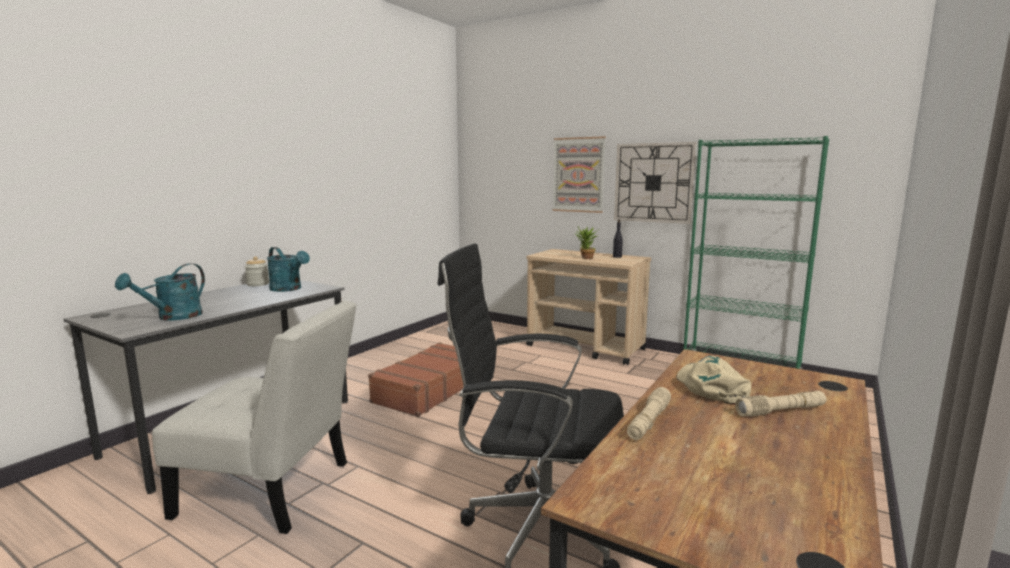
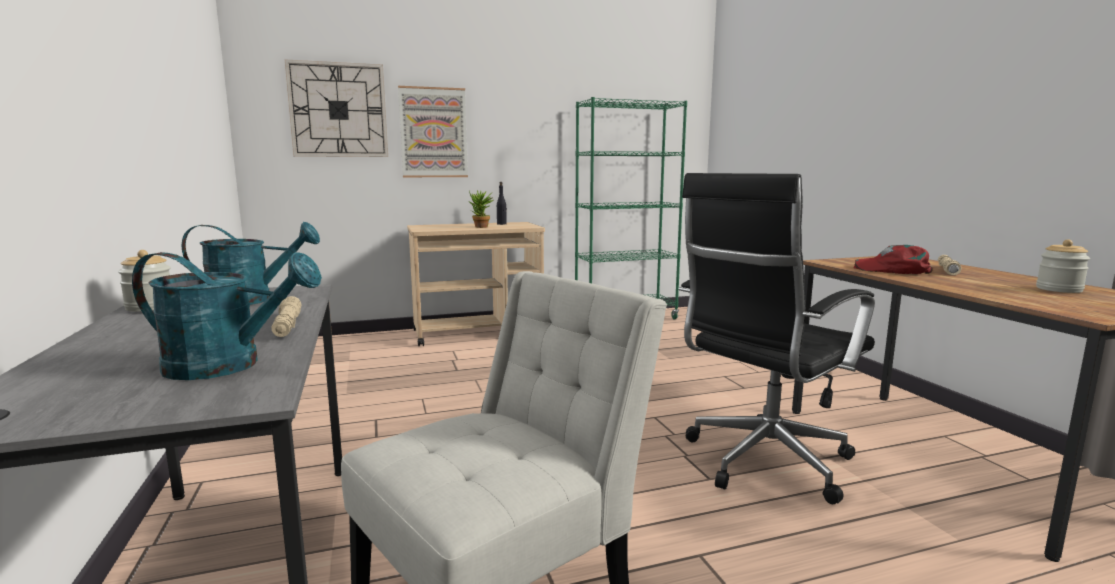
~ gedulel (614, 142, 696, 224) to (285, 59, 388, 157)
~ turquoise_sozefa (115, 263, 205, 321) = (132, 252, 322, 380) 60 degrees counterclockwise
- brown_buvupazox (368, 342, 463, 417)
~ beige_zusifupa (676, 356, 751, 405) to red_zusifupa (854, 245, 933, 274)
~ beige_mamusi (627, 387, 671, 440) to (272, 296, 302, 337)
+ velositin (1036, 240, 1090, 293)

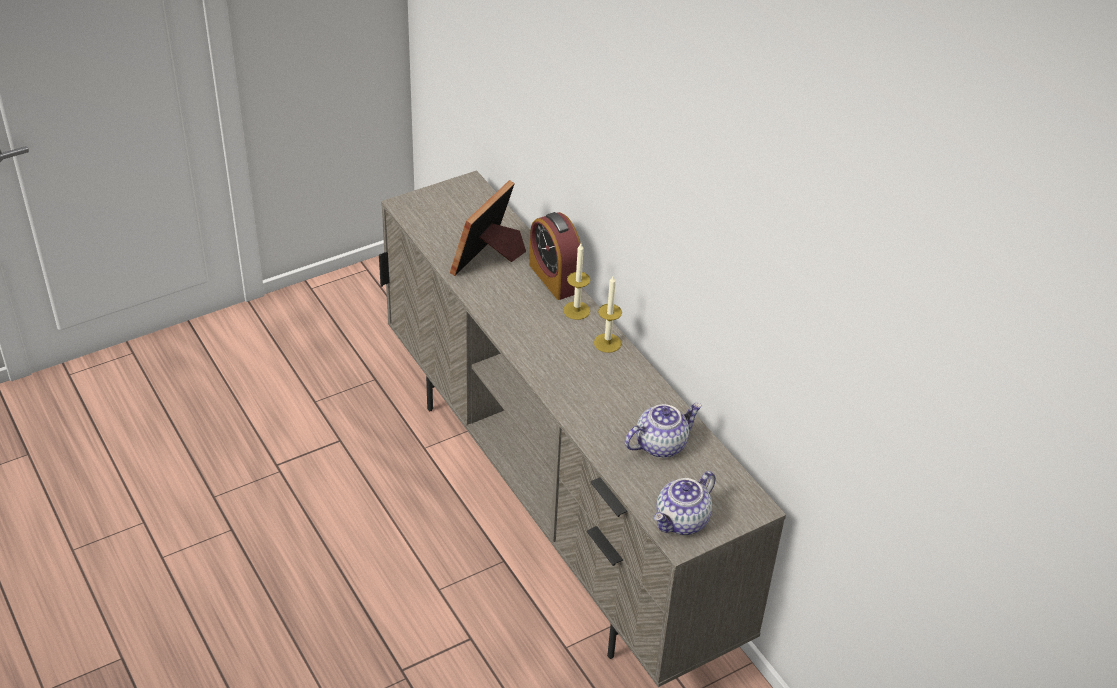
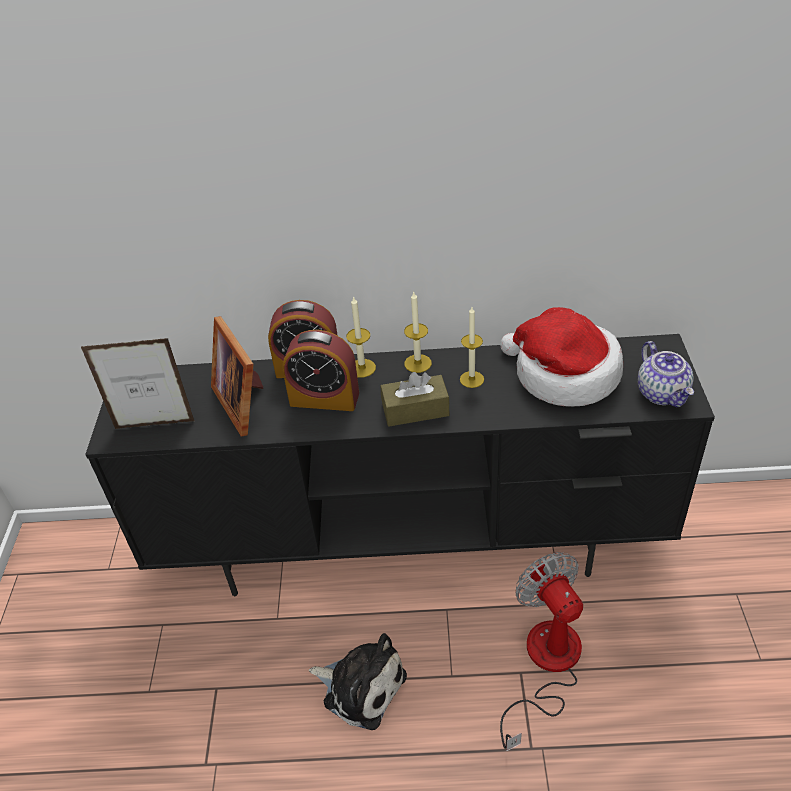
~ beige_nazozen (379, 170, 786, 687) to black_nazozen (85, 334, 715, 596)
~ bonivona (625, 403, 702, 458) to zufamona (500, 307, 623, 407)
+ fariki (460, 307, 484, 388)
+ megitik (282, 330, 359, 411)
+ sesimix (81, 338, 195, 429)
+ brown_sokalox (380, 372, 449, 427)
+ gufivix (500, 552, 583, 751)
+ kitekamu (309, 633, 407, 730)

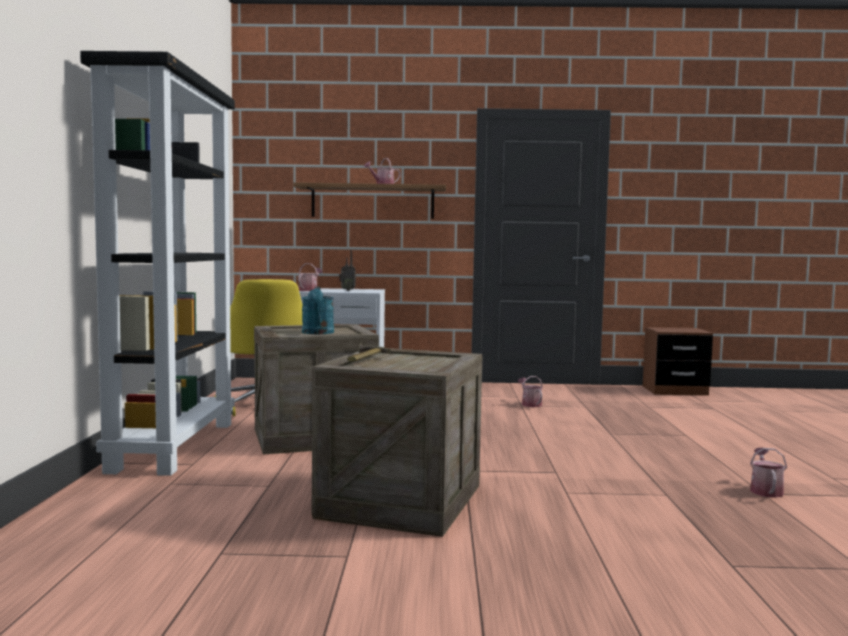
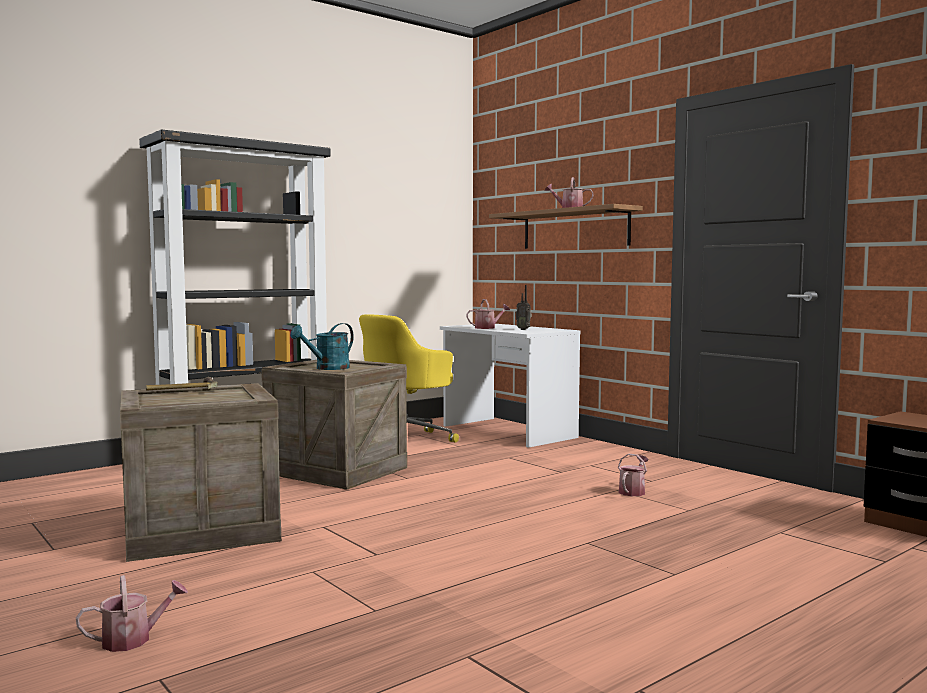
~ sozefa (750, 448, 787, 498) to (76, 575, 188, 652)

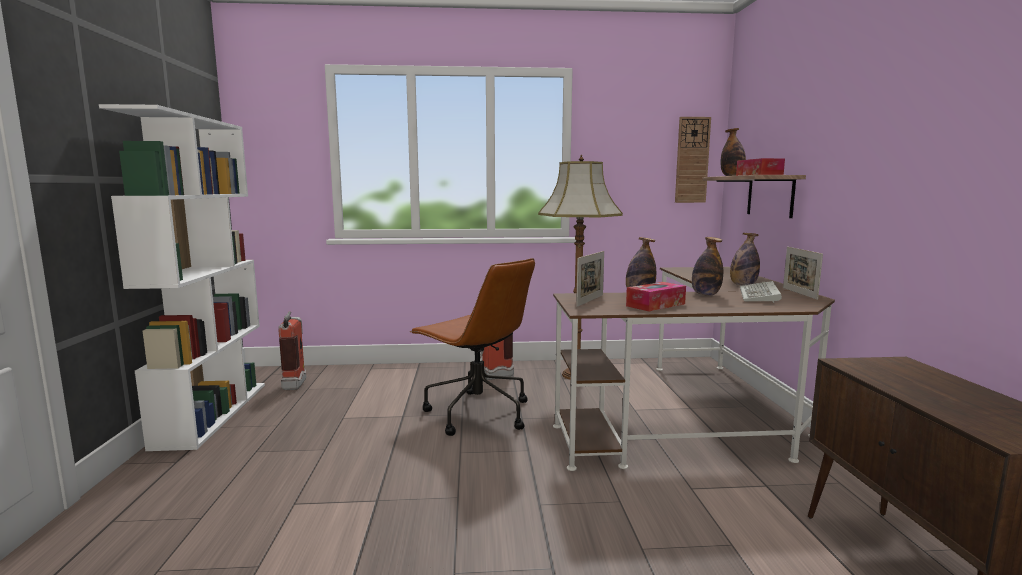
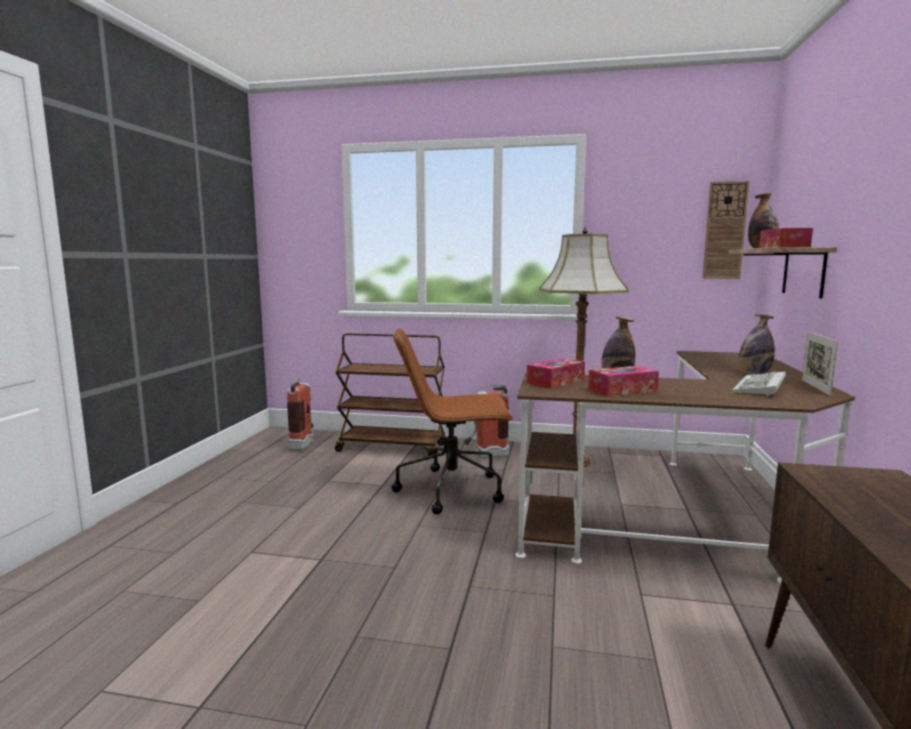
- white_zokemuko (99, 104, 265, 451)
- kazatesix (692, 237, 723, 296)
~ sesimix (576, 251, 604, 307) to sokalox (527, 358, 585, 389)
~ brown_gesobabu (410, 258, 535, 436) = (392, 328, 513, 514) 120 degrees clockwise
+ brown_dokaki (335, 333, 446, 456)

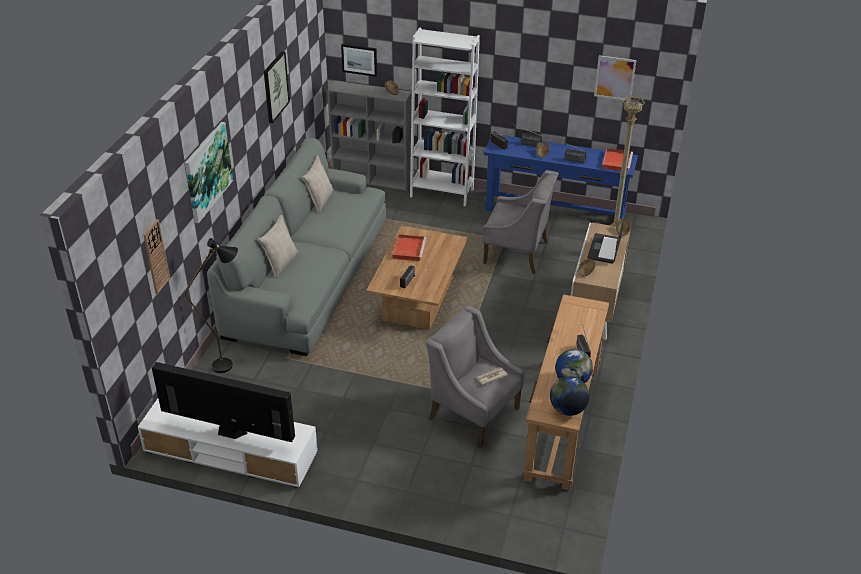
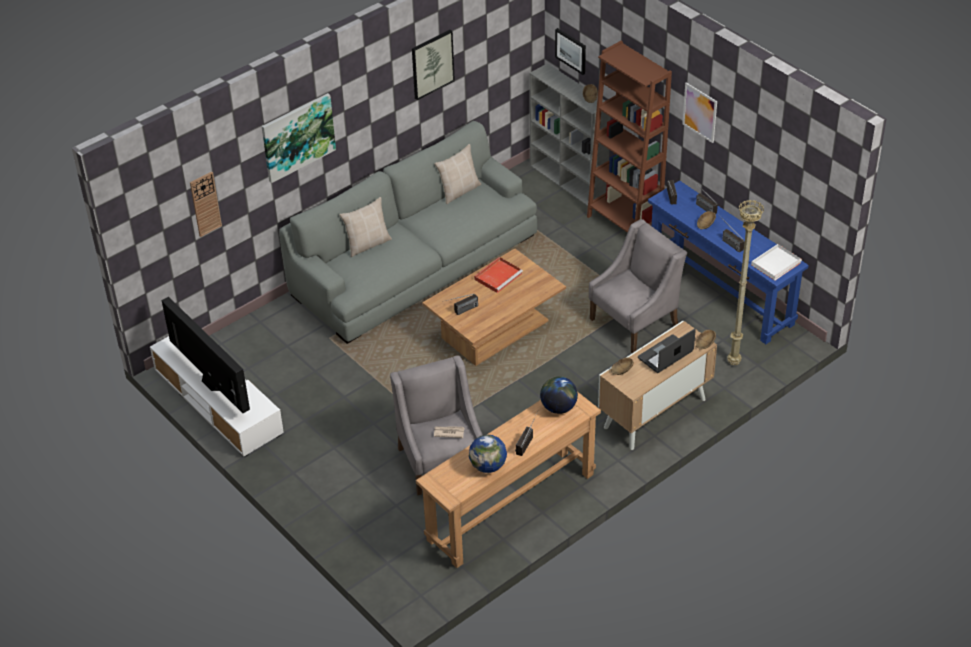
~ white_zokemuko (410, 27, 480, 206) to brown_zokemuko (587, 41, 672, 233)
~ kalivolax (594, 55, 637, 101) to (682, 83, 717, 143)
~ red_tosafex (602, 148, 633, 172) to white_tosafex (751, 244, 802, 280)
~ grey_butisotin (482, 170, 559, 274) = (589, 219, 687, 353) 90 degrees counterclockwise
- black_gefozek (185, 238, 238, 373)
~ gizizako (550, 376, 589, 416) to (540, 376, 578, 414)

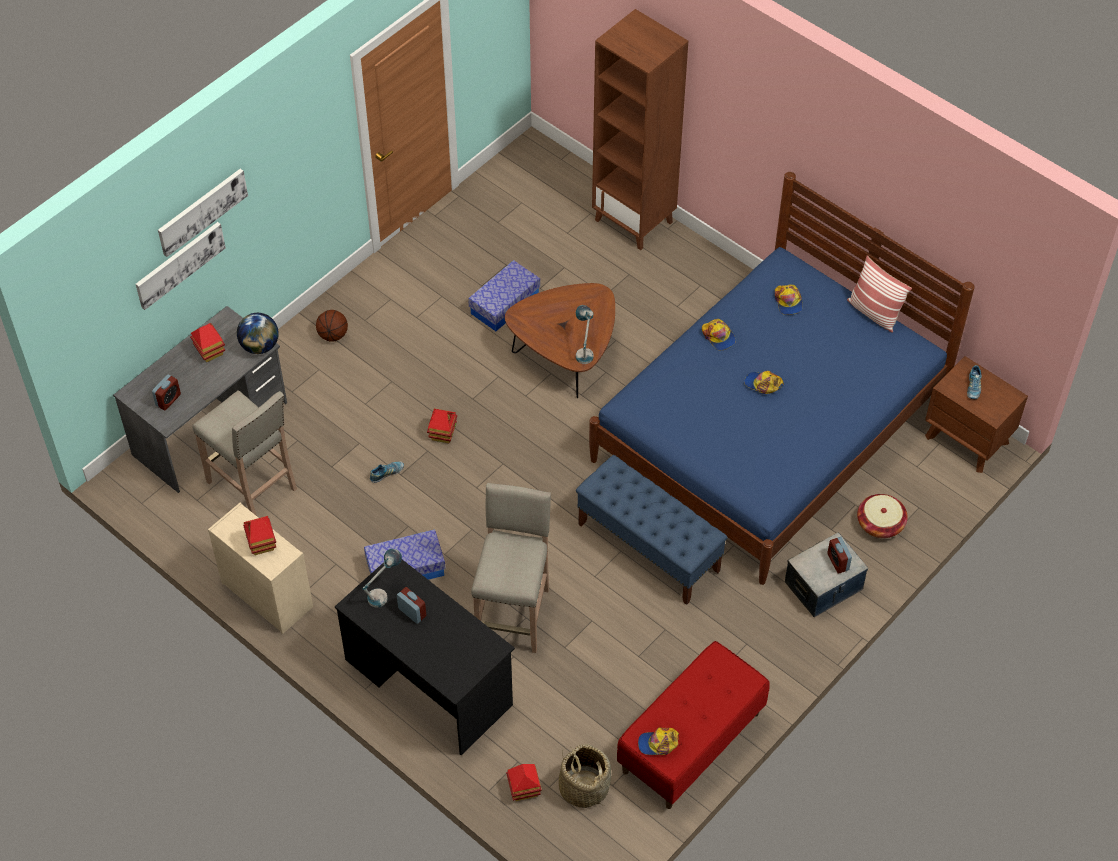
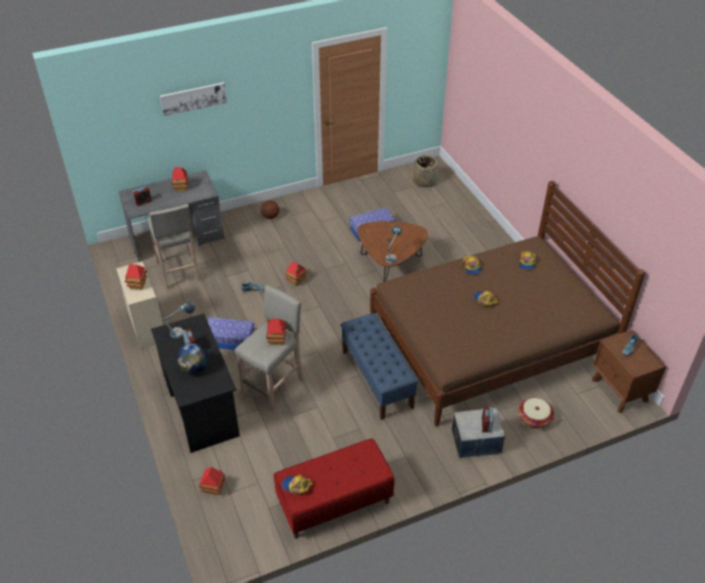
- brown_zokemuko (592, 9, 688, 250)
~ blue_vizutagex (589, 172, 975, 585) to brown_vizutagex (370, 181, 645, 426)
- kalivolax (136, 222, 226, 310)
- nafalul (847, 255, 912, 333)
~ gizizako (237, 313, 279, 354) to (177, 343, 208, 374)
~ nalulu (559, 744, 611, 808) to (413, 155, 439, 188)
+ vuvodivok (266, 319, 286, 345)

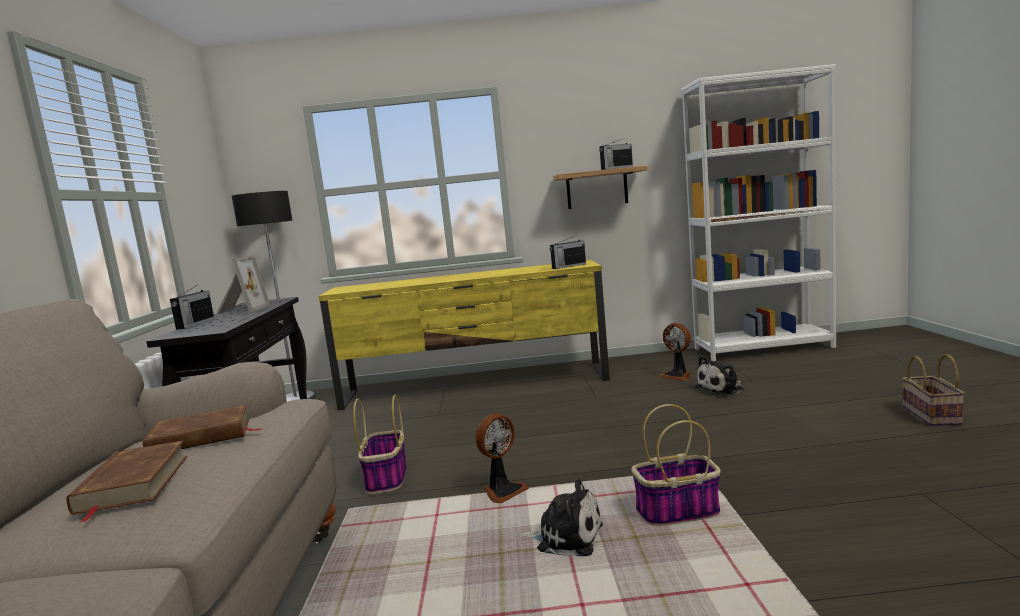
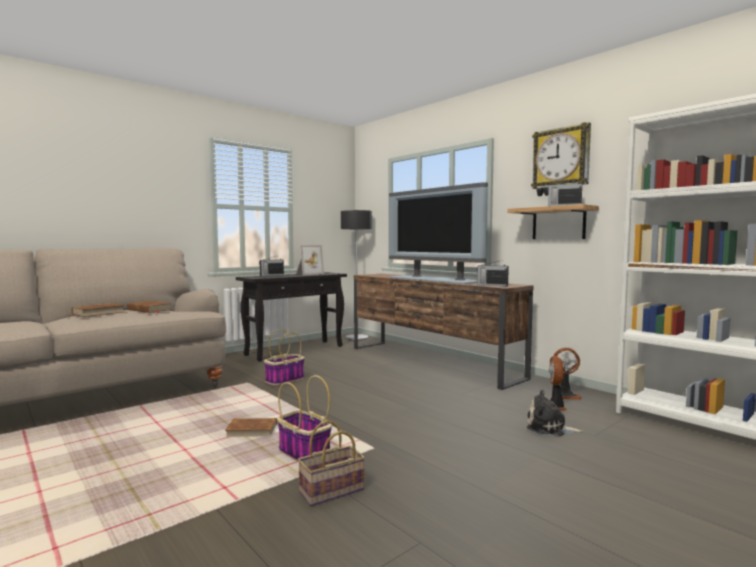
~ yellow_nazozen (318, 260, 610, 410) to brown_nazozen (354, 274, 533, 390)
~ nalulu (902, 354, 965, 426) to (298, 420, 365, 506)
~ gufivix (475, 414, 529, 503) to (554, 348, 582, 400)
~ kitekamu (519, 479, 603, 556) to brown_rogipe (225, 418, 277, 437)
+ gedulel (531, 122, 591, 196)
+ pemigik (389, 182, 488, 284)

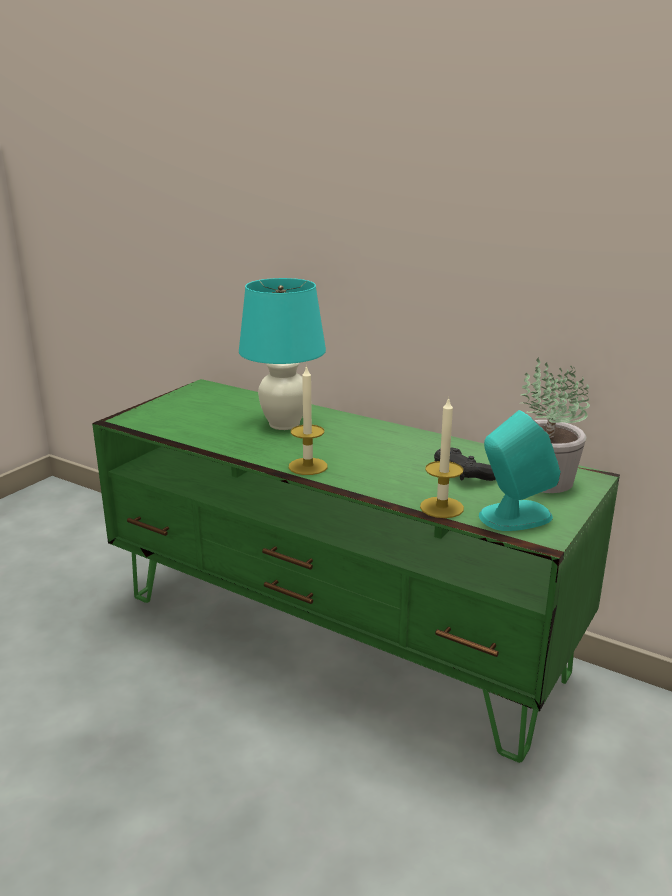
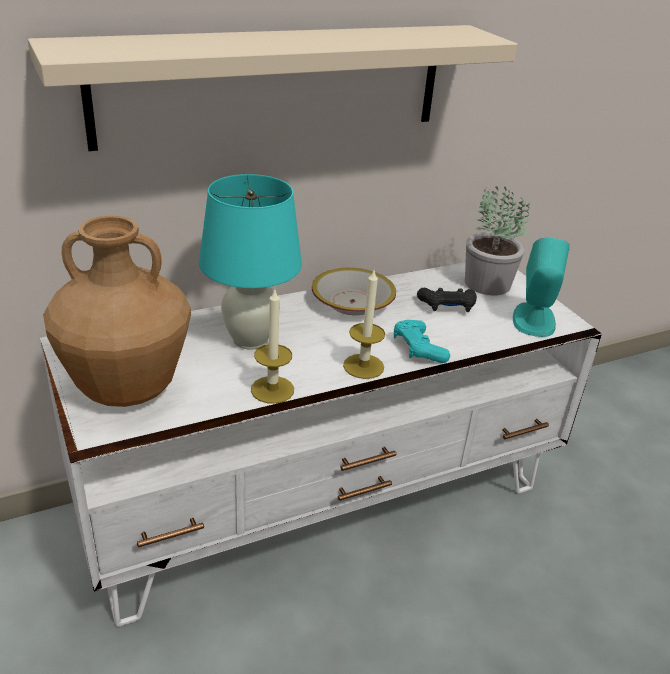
~ green_nazozen (92, 379, 620, 763) to white_nazozen (40, 262, 602, 627)
~ fariki (420, 397, 464, 518) to (251, 289, 294, 404)
+ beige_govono (28, 25, 518, 151)
+ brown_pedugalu (43, 216, 191, 407)
+ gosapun (312, 268, 396, 315)
+ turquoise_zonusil (394, 320, 450, 363)

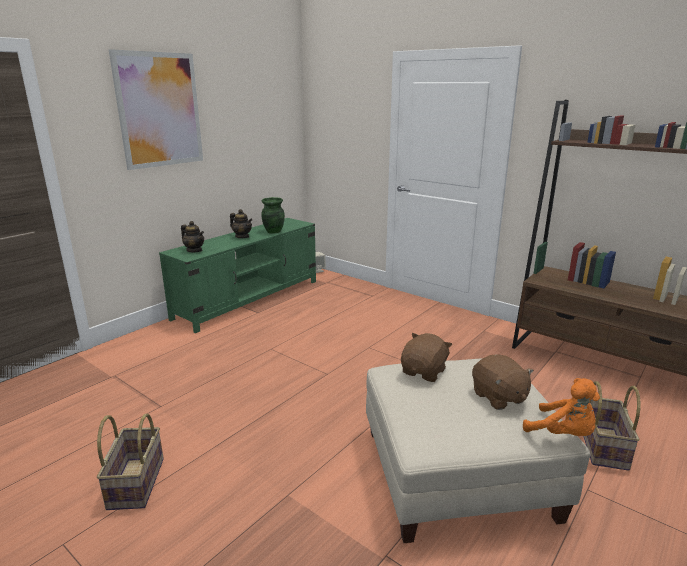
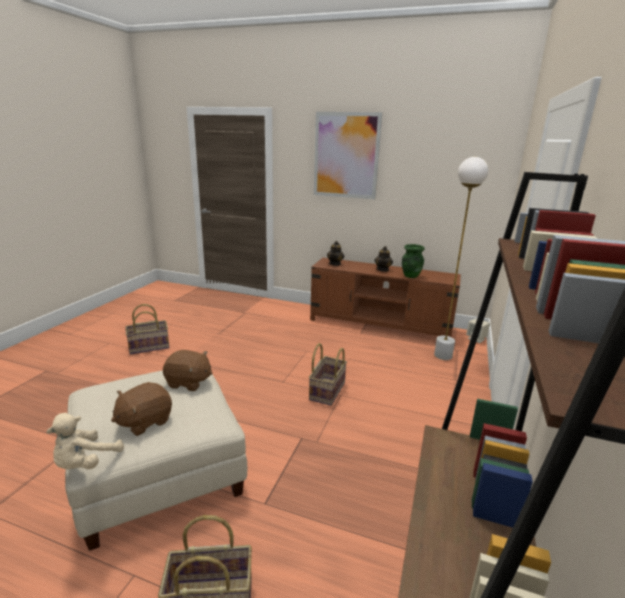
~ green_nazozen (159, 218, 316, 333) to brown_nazozen (310, 258, 461, 337)
~ orange_kitekamu (523, 378, 600, 436) to beige_kitekamu (46, 413, 124, 469)
+ white_gefozek (434, 157, 488, 360)
+ nalulu (309, 343, 347, 406)

